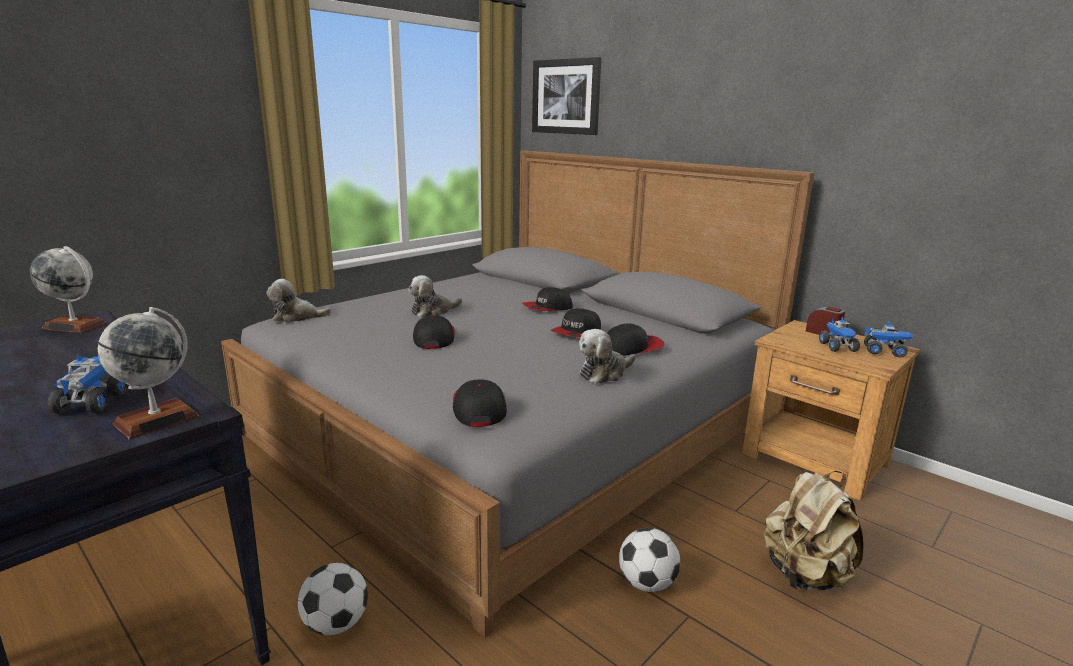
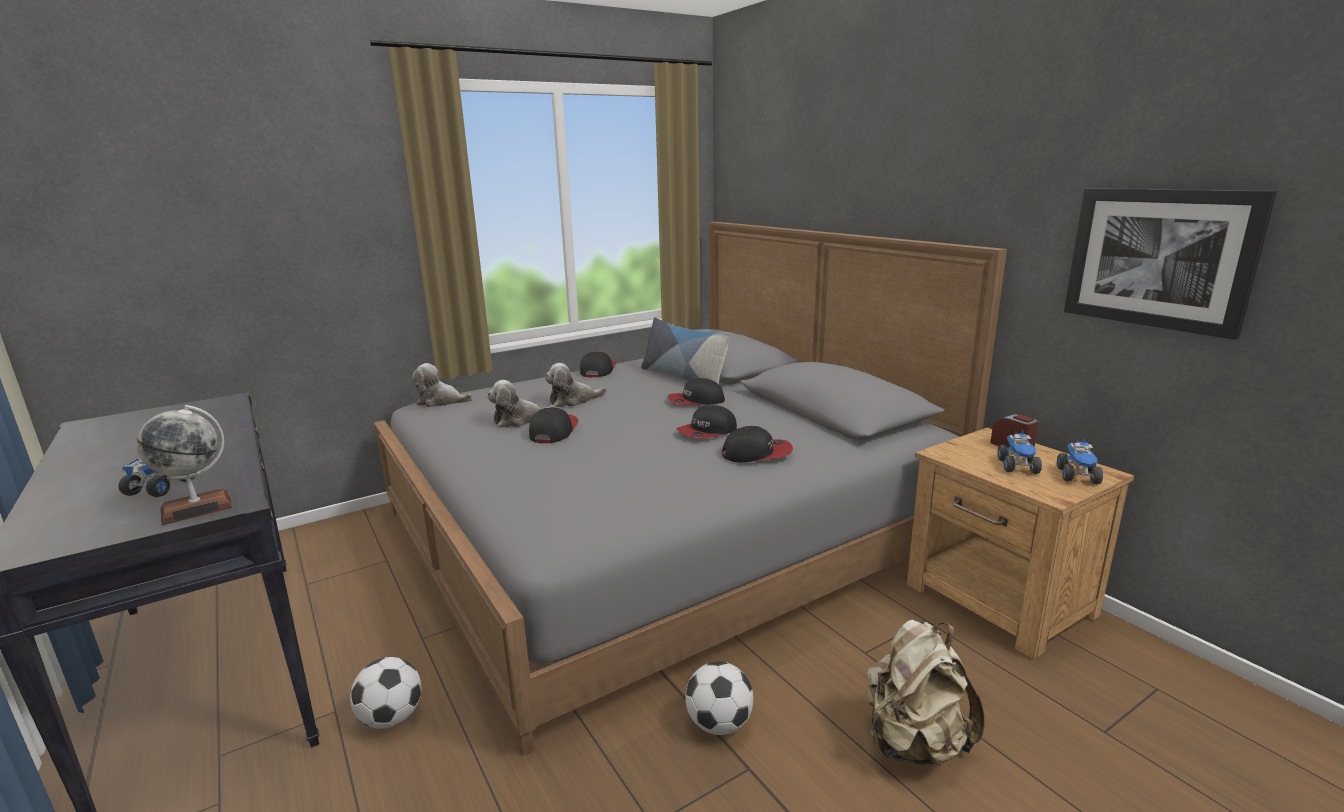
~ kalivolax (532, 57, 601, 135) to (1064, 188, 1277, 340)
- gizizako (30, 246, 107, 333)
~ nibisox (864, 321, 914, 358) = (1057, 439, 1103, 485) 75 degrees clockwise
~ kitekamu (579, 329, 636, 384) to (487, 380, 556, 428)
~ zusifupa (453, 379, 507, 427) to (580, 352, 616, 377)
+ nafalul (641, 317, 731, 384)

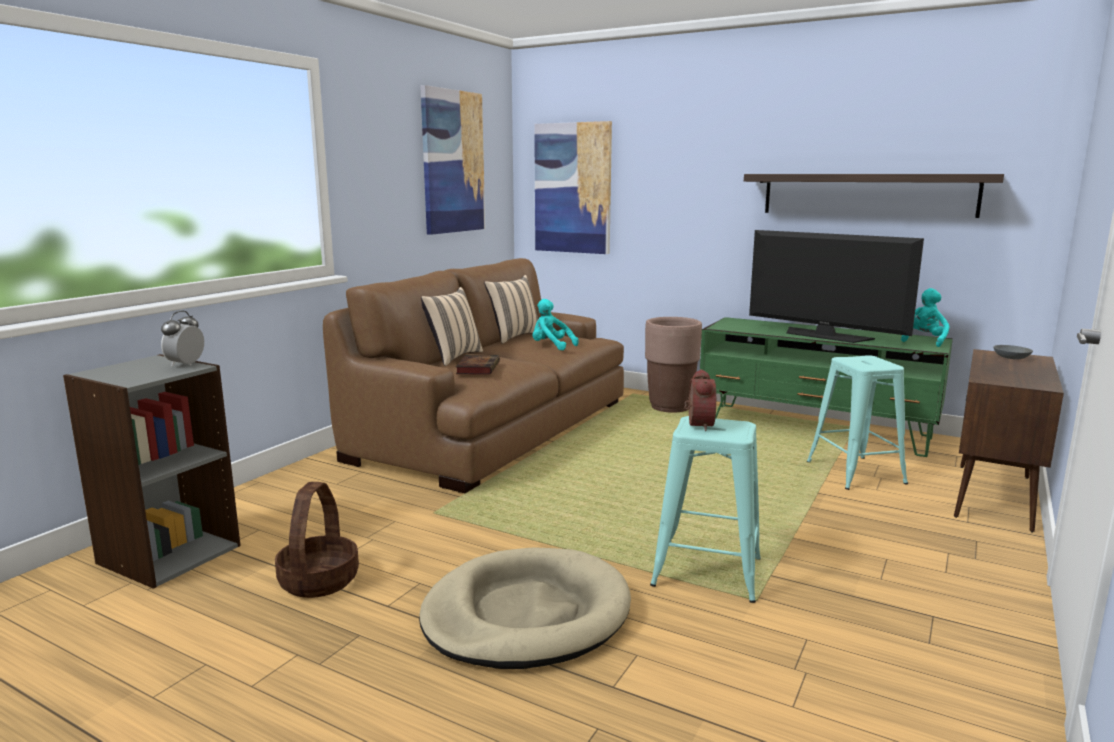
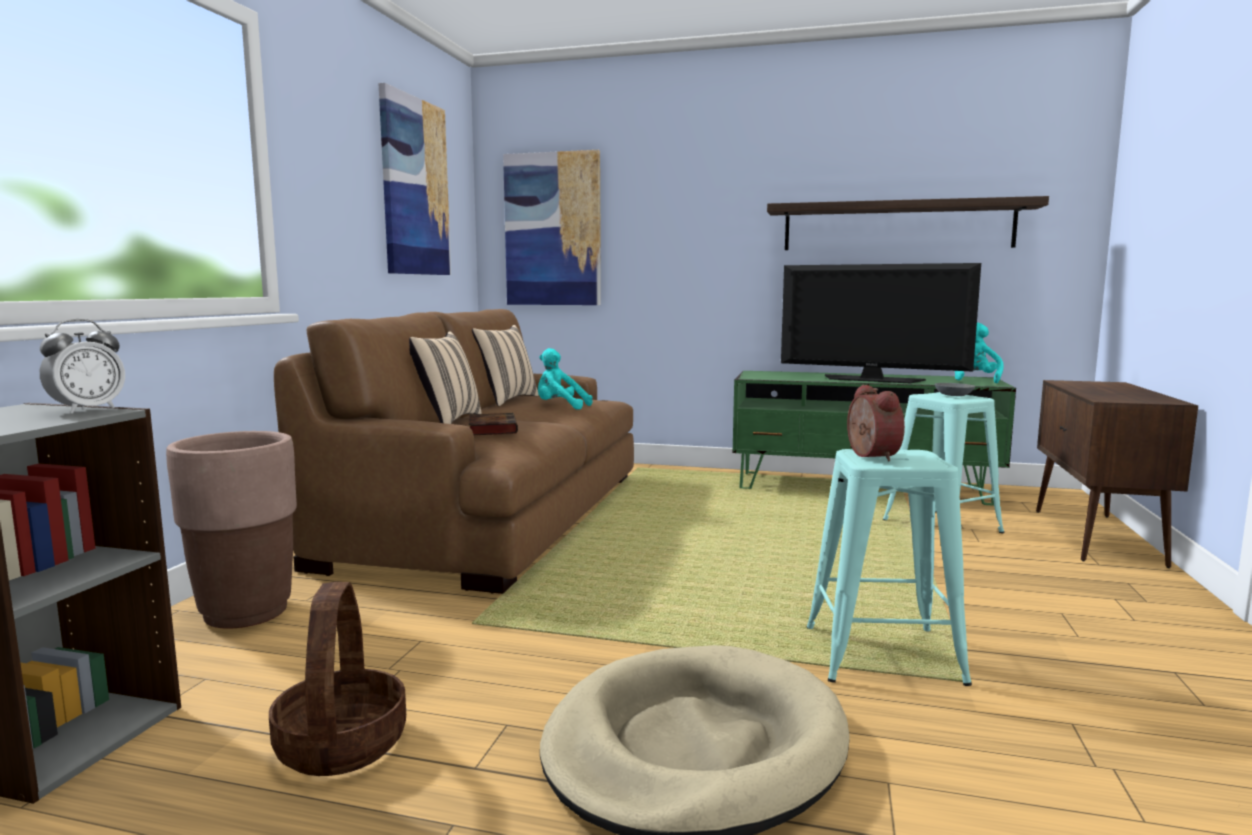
~ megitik (161, 311, 204, 367) = (40, 319, 125, 414) 150 degrees counterclockwise
~ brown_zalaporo (645, 317, 702, 413) to (166, 431, 297, 629)
~ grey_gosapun (993, 345, 1033, 359) to (935, 383, 975, 396)

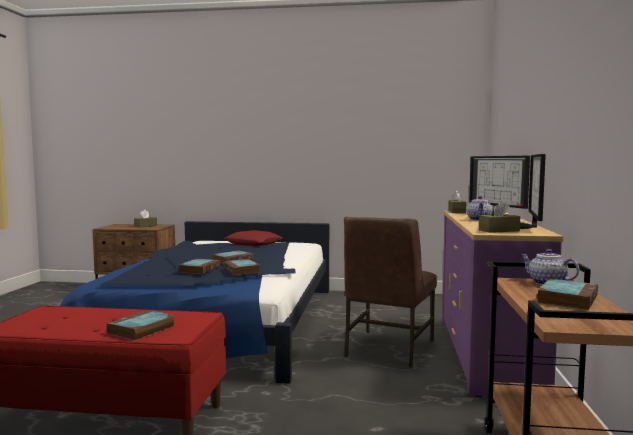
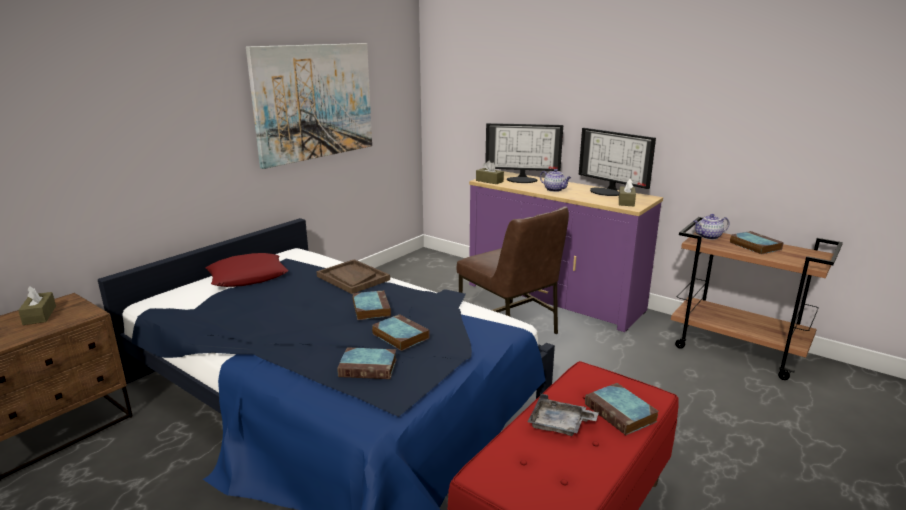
~ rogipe (223, 259, 260, 275) to (337, 347, 397, 379)
+ kalivolax (246, 43, 372, 169)
+ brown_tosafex (316, 259, 390, 294)
+ grey_tosafex (528, 394, 599, 436)

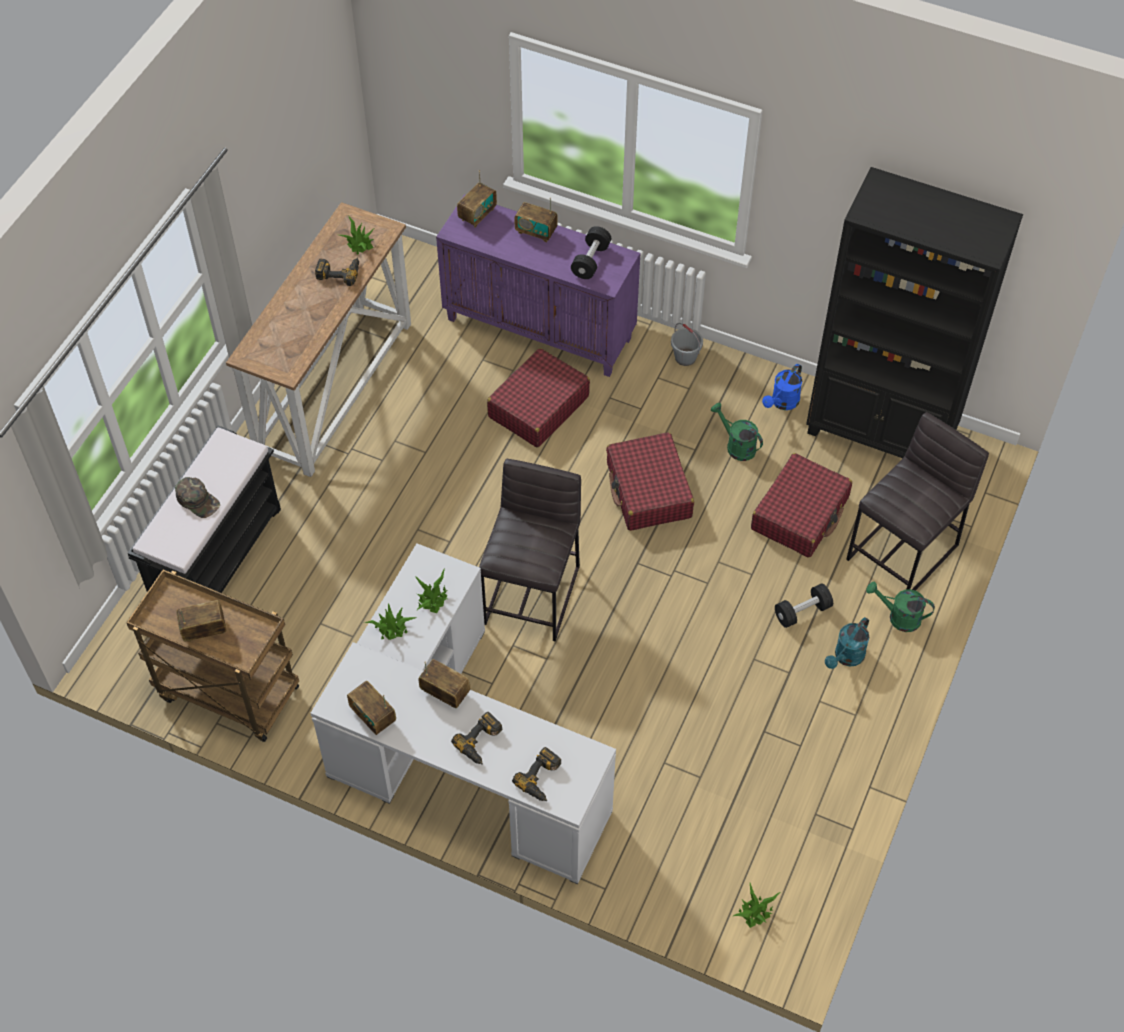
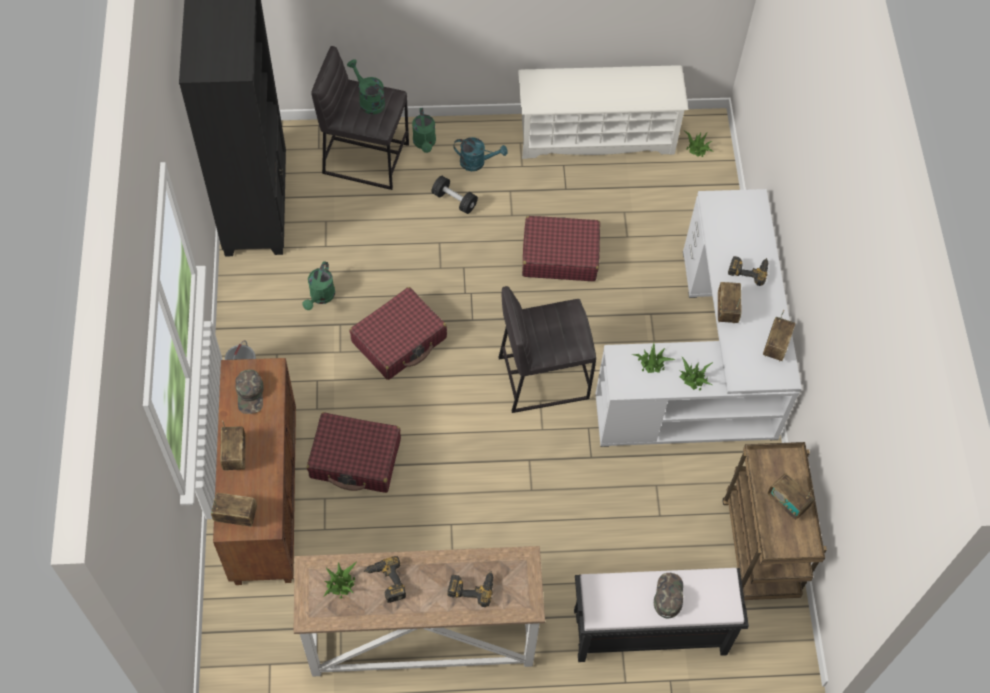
~ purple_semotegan (436, 194, 640, 377) to brown_semotegan (213, 358, 296, 585)
~ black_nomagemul (571, 226, 611, 279) to green_zusifupa (235, 370, 264, 414)
- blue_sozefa (762, 364, 802, 410)
~ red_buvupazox (751, 453, 852, 557) to (522, 216, 600, 281)
~ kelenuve (512, 747, 561, 801) to (448, 571, 493, 607)
+ green_sozefa (347, 59, 385, 115)
+ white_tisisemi (518, 65, 689, 159)

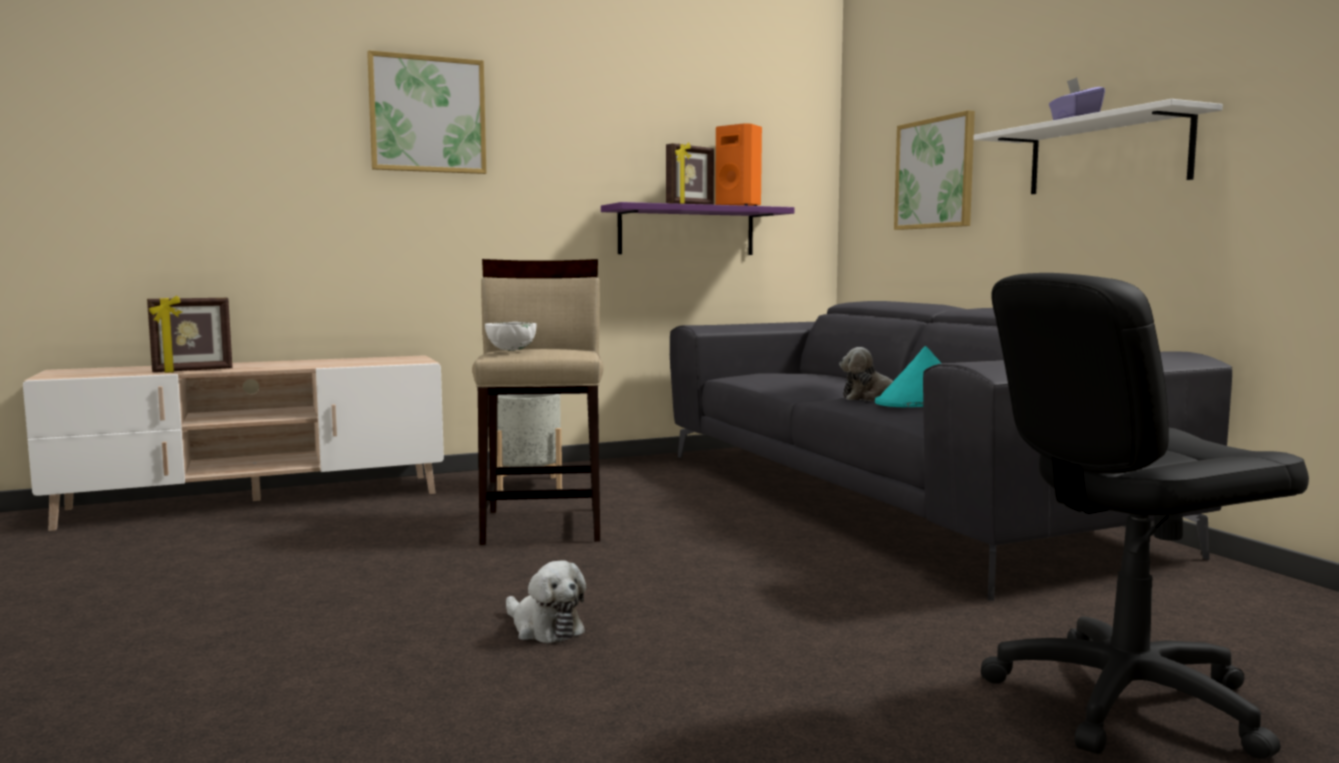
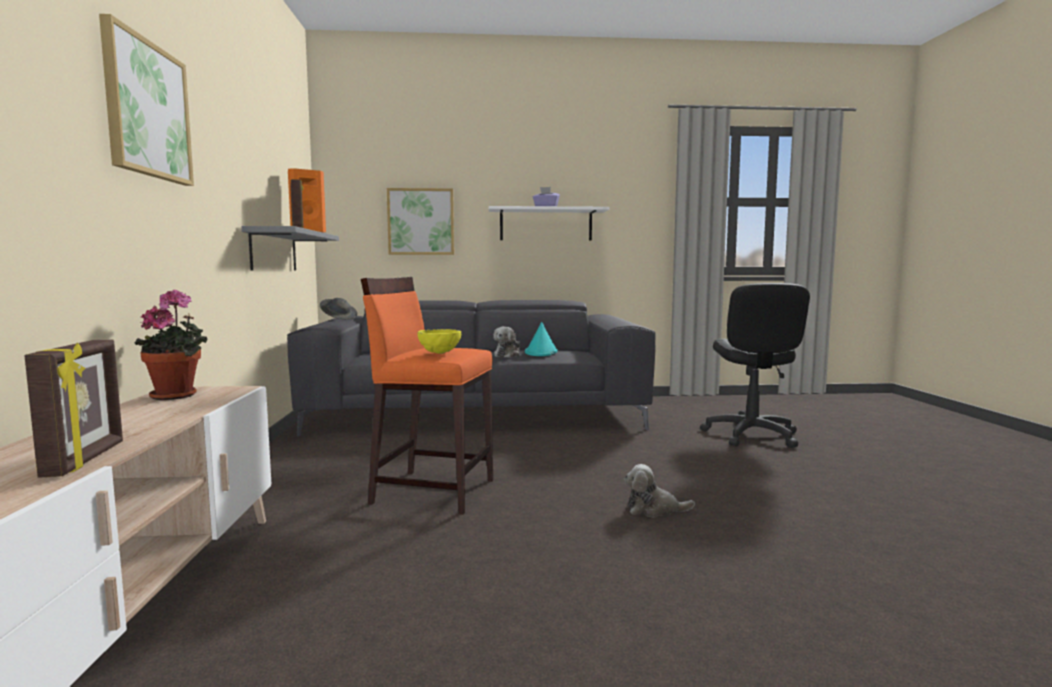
~ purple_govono (601, 202, 794, 255) to grey_govono (242, 226, 339, 270)
~ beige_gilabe (472, 259, 604, 545) to orange_gilabe (361, 277, 493, 515)
~ white_gosapun (485, 322, 537, 351) to yellow_gosapun (418, 329, 461, 354)
- grey_zalaporo (497, 394, 562, 491)
~ kitekamu (506, 560, 586, 643) = (624, 464, 695, 518) 150 degrees counterclockwise
+ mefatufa (135, 290, 207, 400)
+ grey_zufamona (320, 298, 357, 320)

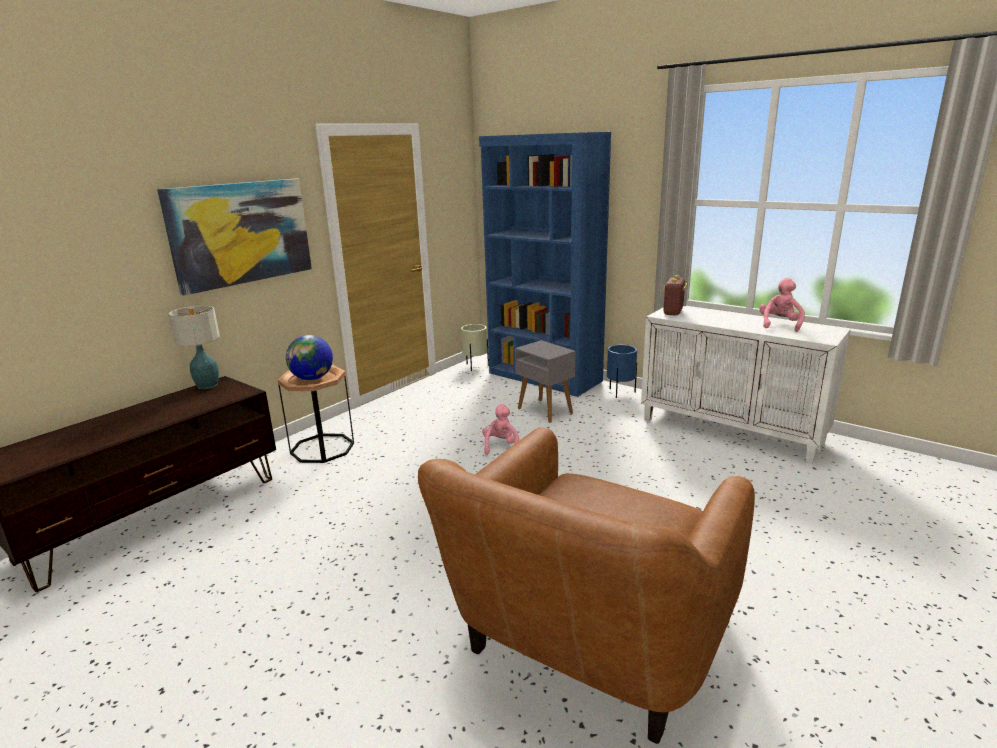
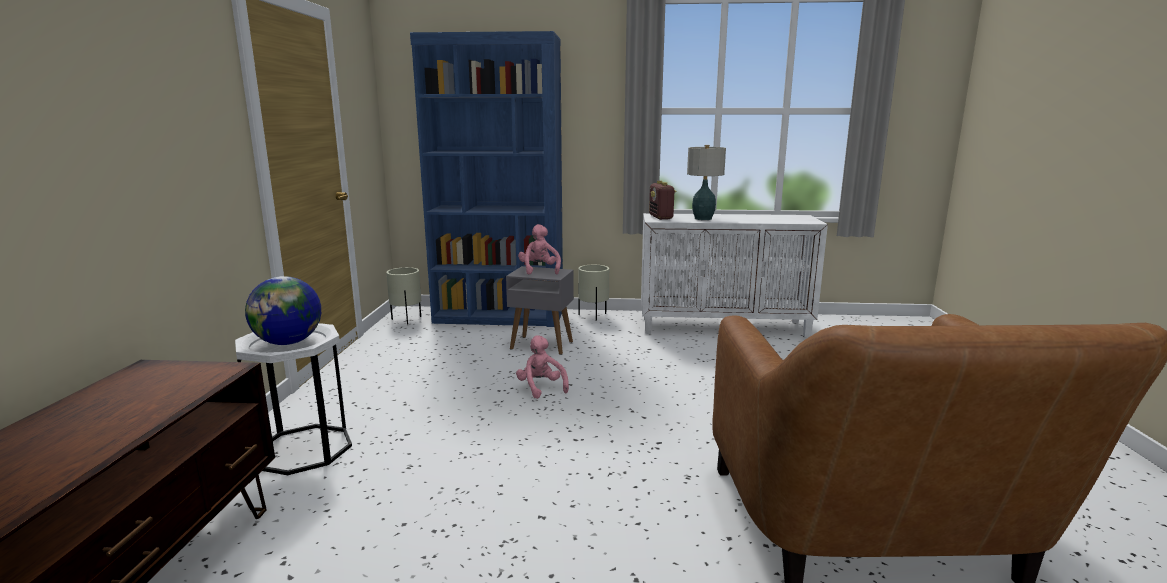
- kalivolax (157, 179, 312, 296)
~ pink_kitekamu (759, 278, 805, 332) to (518, 224, 561, 275)
~ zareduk (169, 306, 220, 389) to (687, 145, 726, 220)
~ blue_zalaporo (607, 345, 637, 398) to beige_zalaporo (578, 265, 609, 321)
~ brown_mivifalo (278, 365, 354, 463) to white_mivifalo (235, 323, 352, 475)

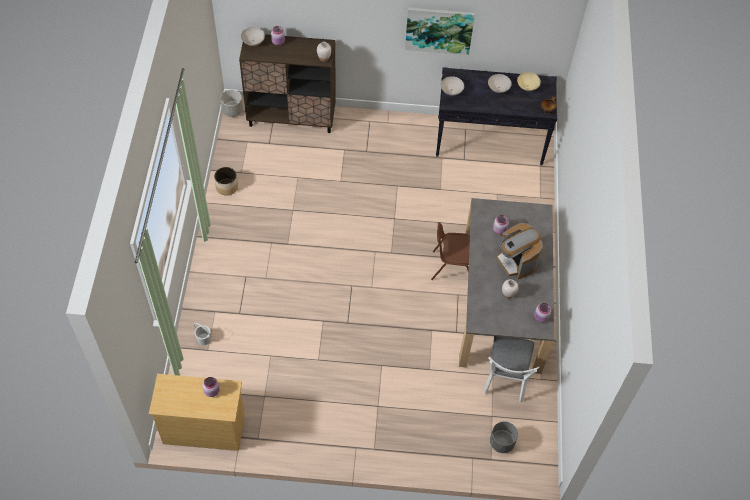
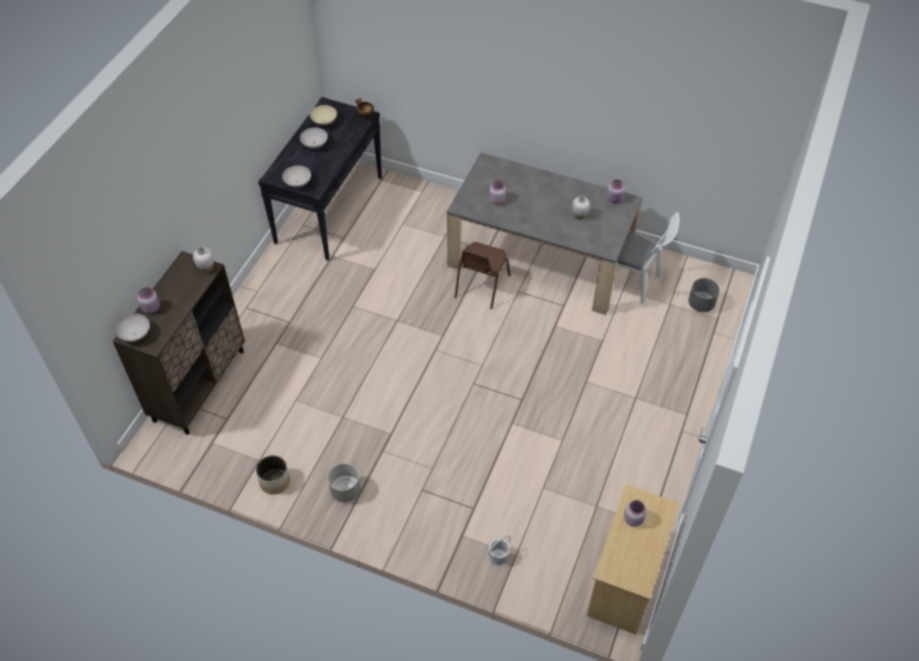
- kalivolax (405, 7, 475, 55)
~ grey_zalaporo (220, 90, 243, 117) to (328, 463, 361, 502)
- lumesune (496, 223, 543, 279)

